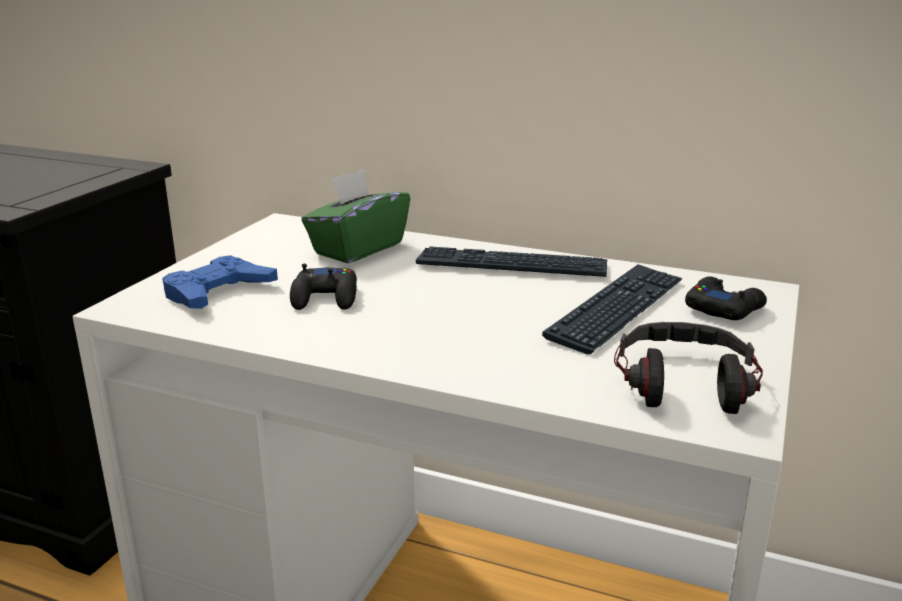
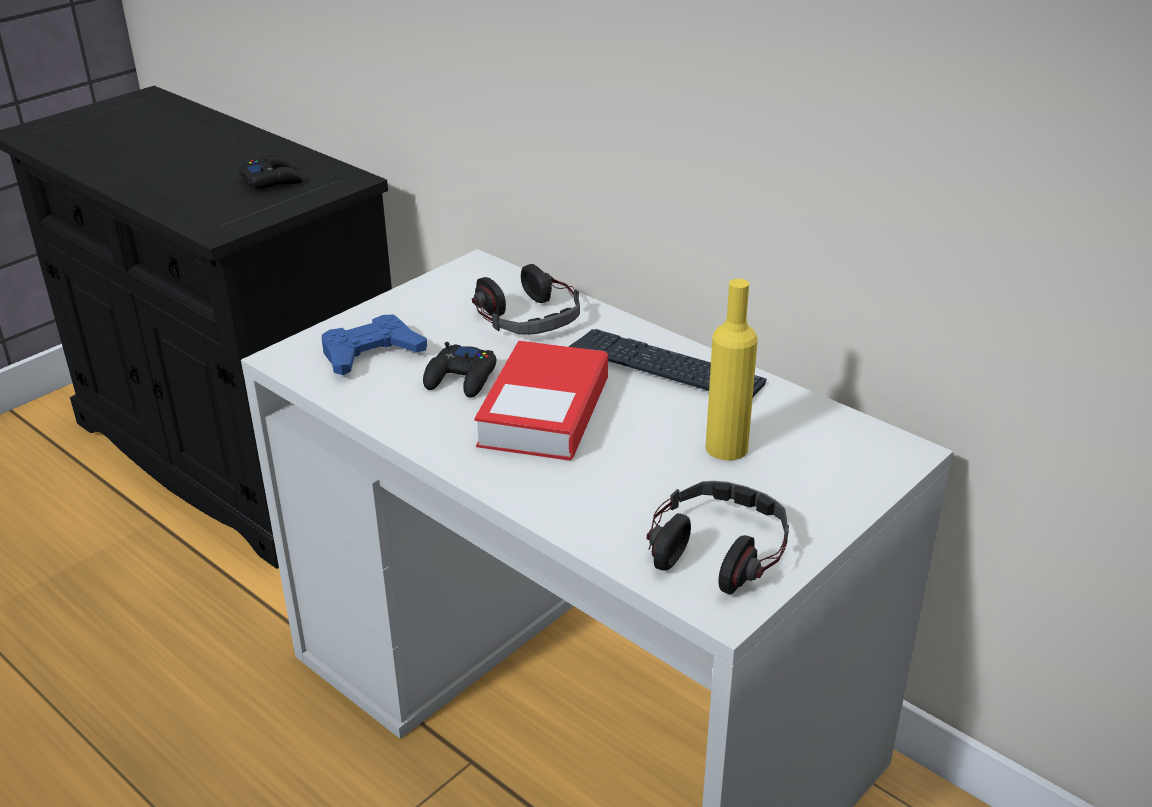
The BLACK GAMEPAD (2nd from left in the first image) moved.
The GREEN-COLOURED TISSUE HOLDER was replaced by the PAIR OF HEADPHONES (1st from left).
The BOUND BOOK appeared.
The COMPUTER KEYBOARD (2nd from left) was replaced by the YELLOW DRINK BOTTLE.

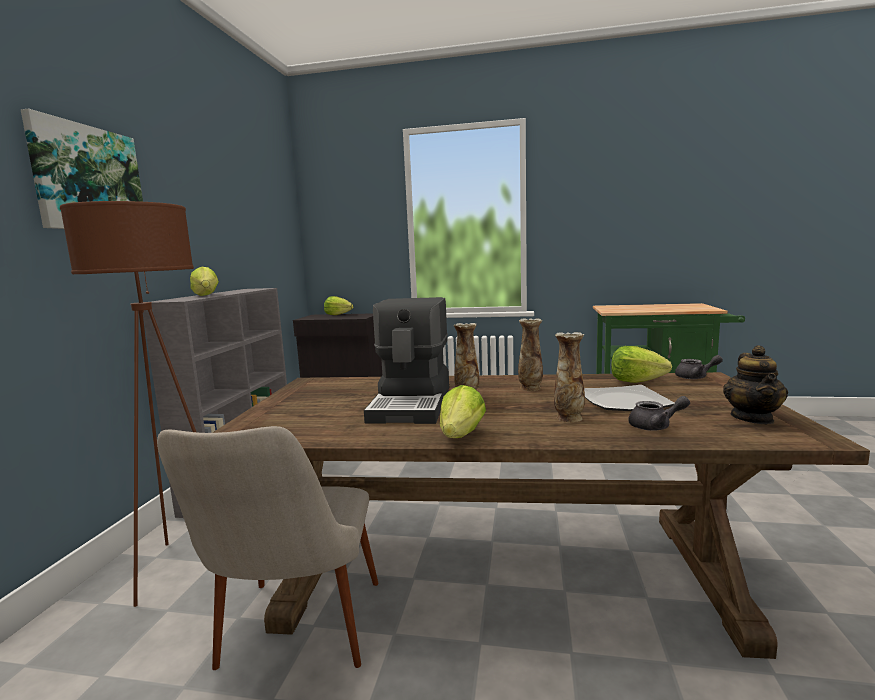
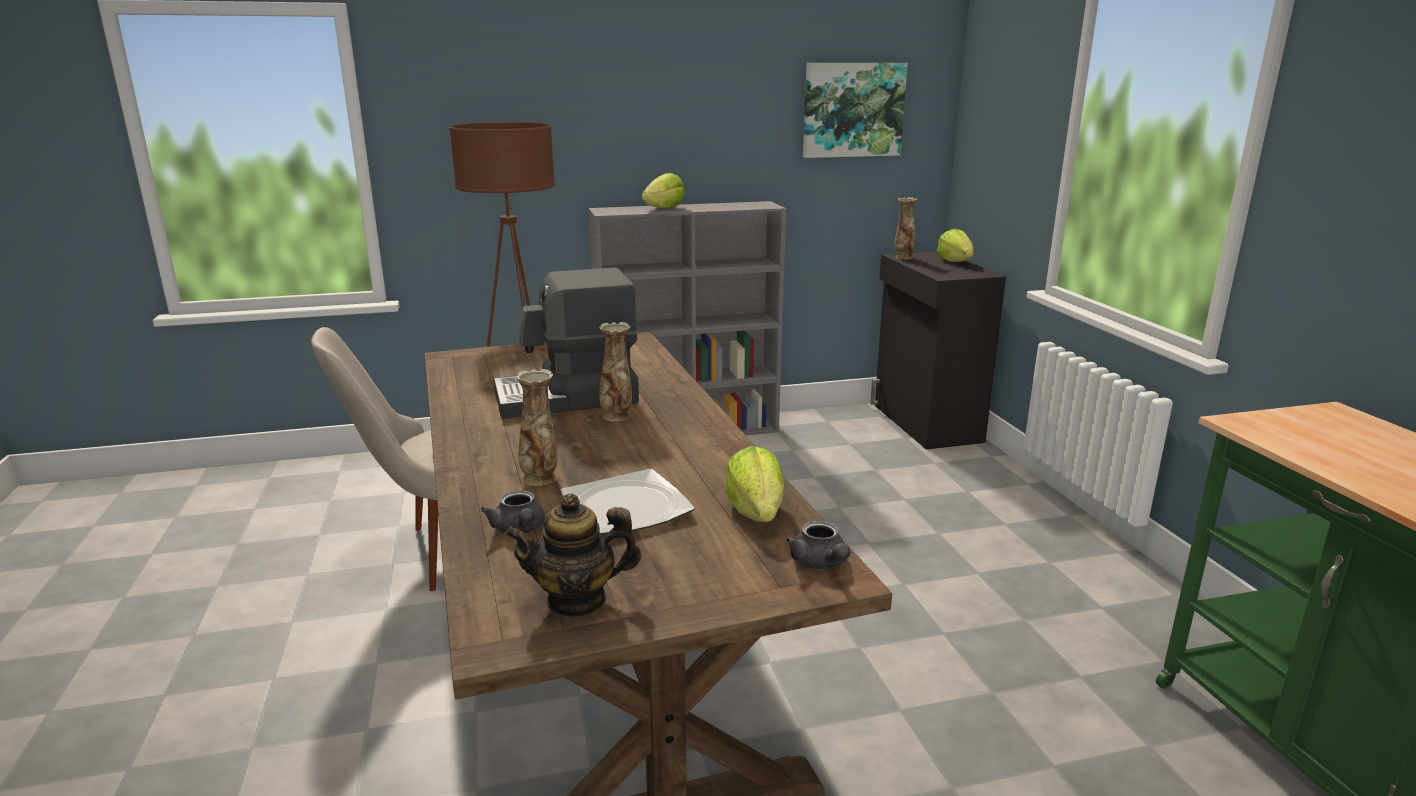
The PICTURE moved.
The FLOWER VASE (2nd from left in the first image) moved.
The LETTUCE HEAD (3rd from left) disappeared.

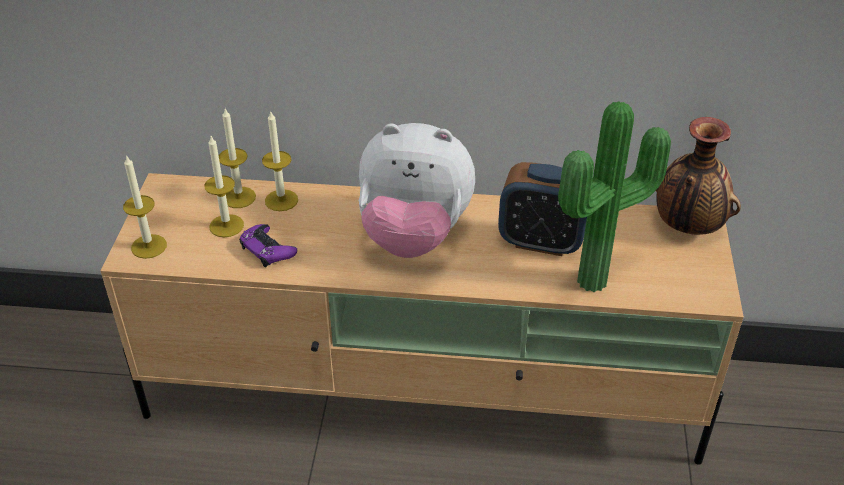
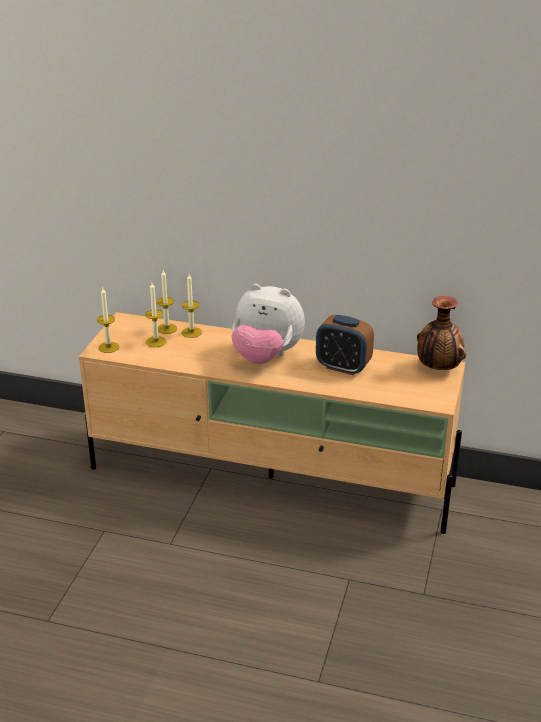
The PURPLE-COLOURED GAMEPAD disappeared.
The PLANT IN A POT disappeared.

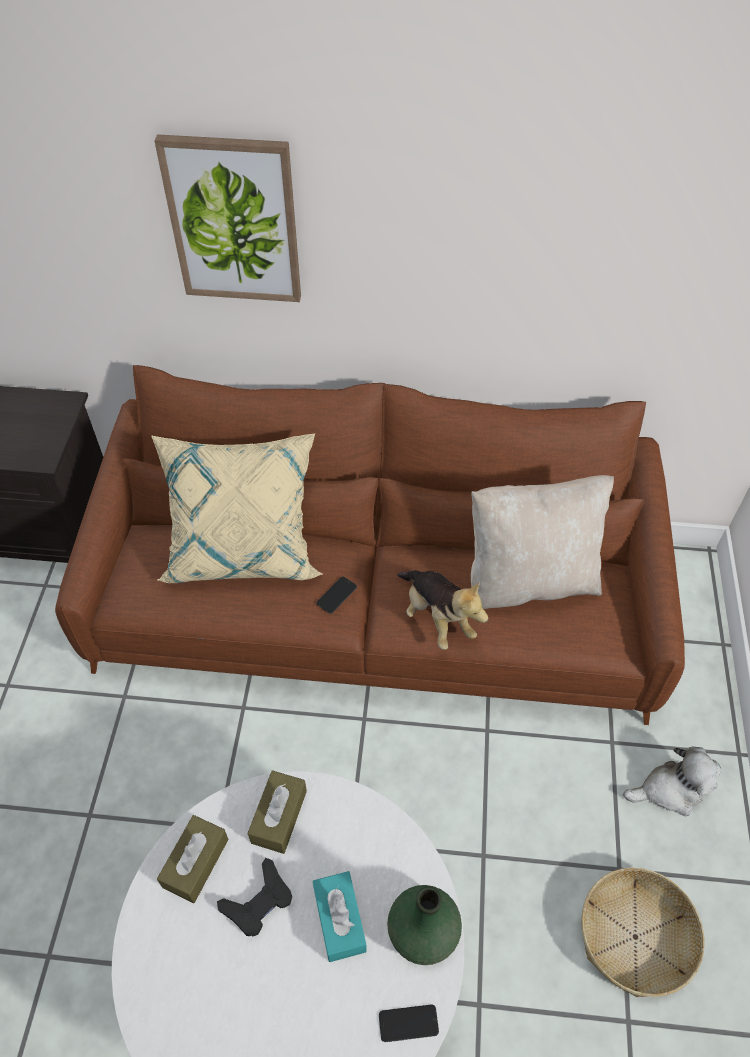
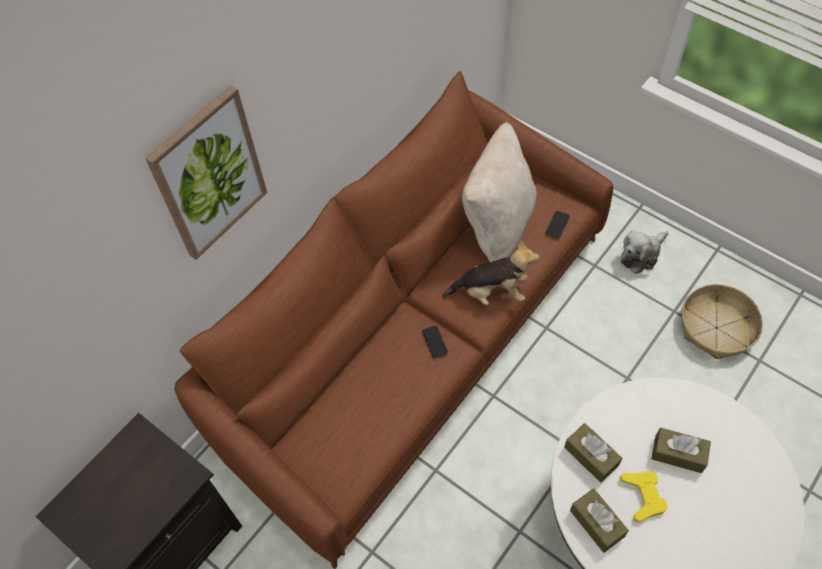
The PHONE (2nd from left) moved.
The BLACK GAMEPAD became the YELLOW GAMEPAD.
The PLUSH TOY (2nd from left) turned 150 degrees counterclockwise.
The TURQUOISE-COLOURED TISSUE HOLDER became the BROWN-COLOURED TISSUE HOLDER (3rd from left).
The BEIGE-COLOURED PILLOW (1st from left) disappeared.
The GREEN-COLOURED FLOWER VASE disappeared.

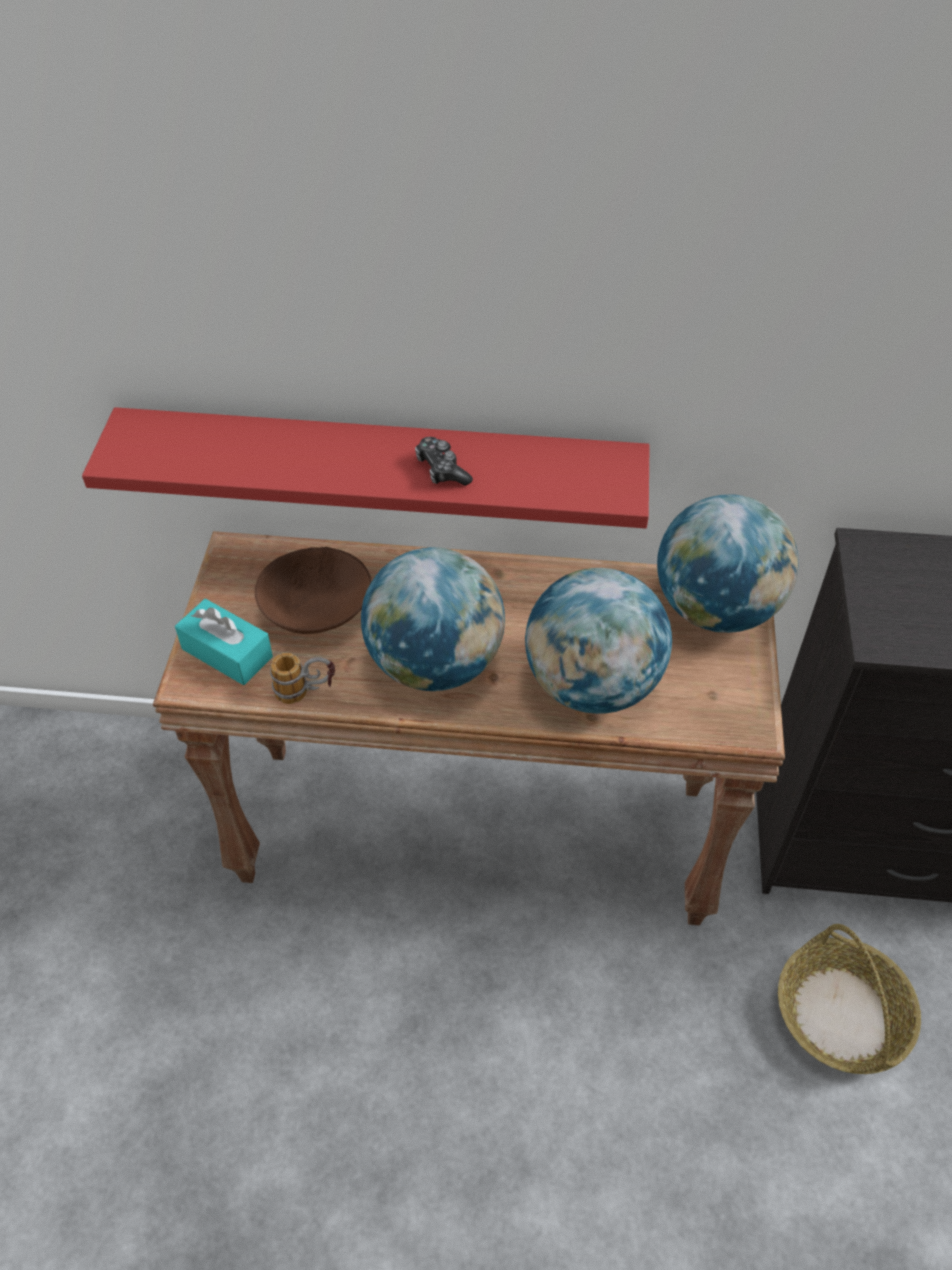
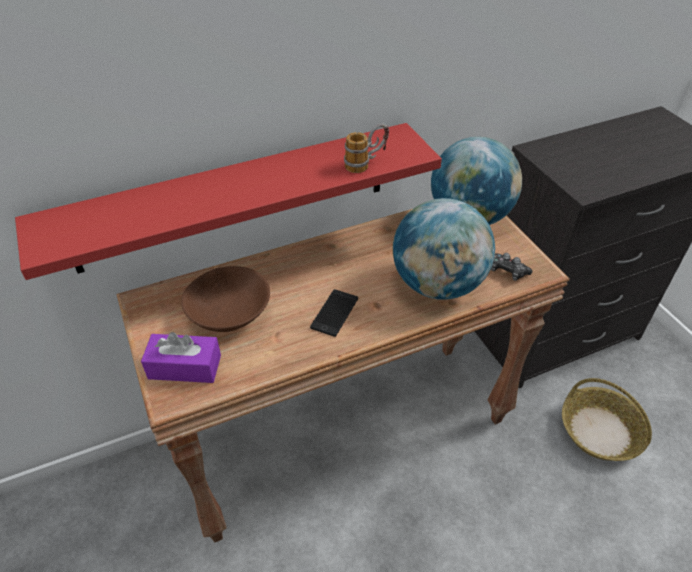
The TURQUOISE-COLOURED TISSUE HOLDER became the PURPLE-COLOURED TISSUE HOLDER.
The GLOBE (1st from left) was replaced by the PHONE.
The COFFEE MUG moved.
The GAMEPAD moved.

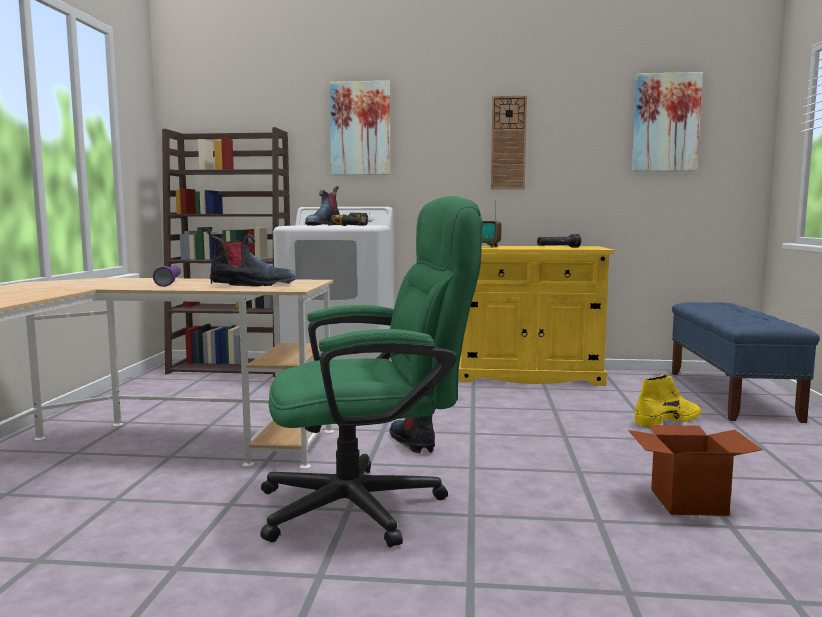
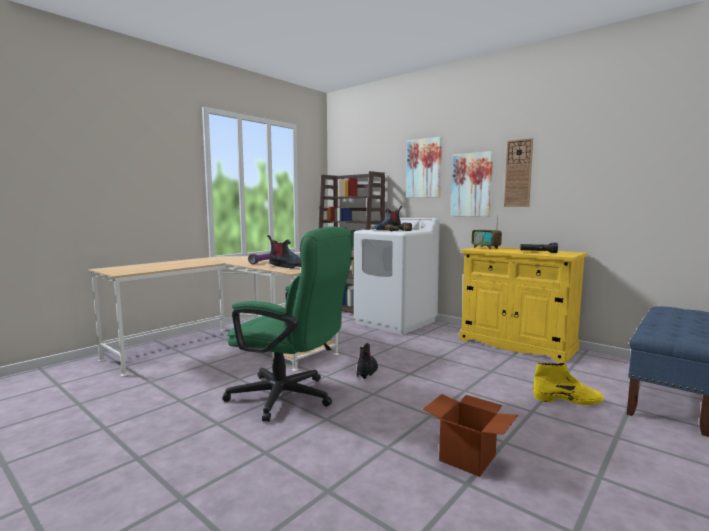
The PICTURE (2nd from left) moved.

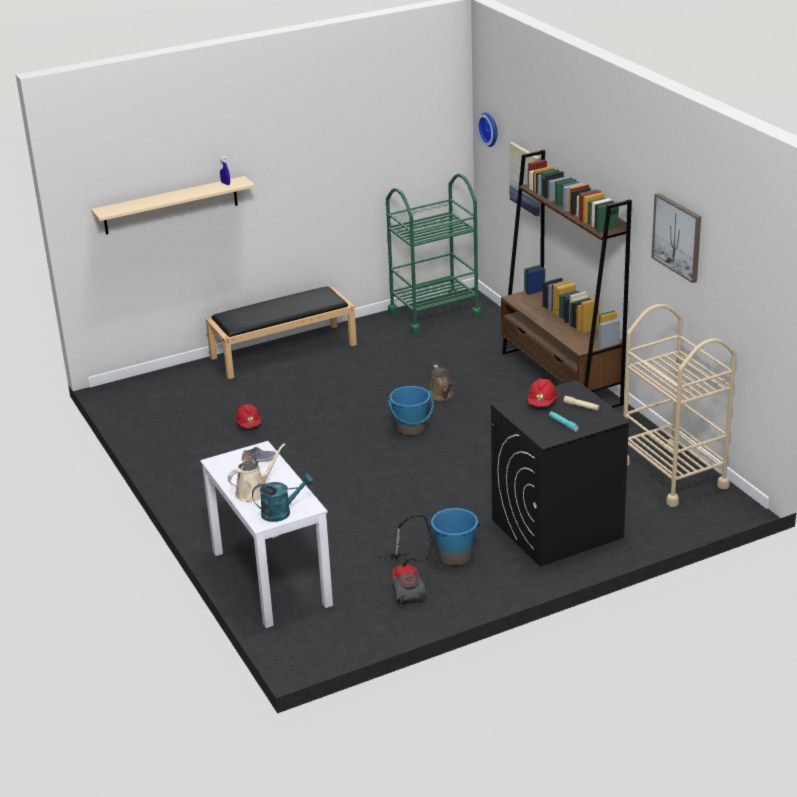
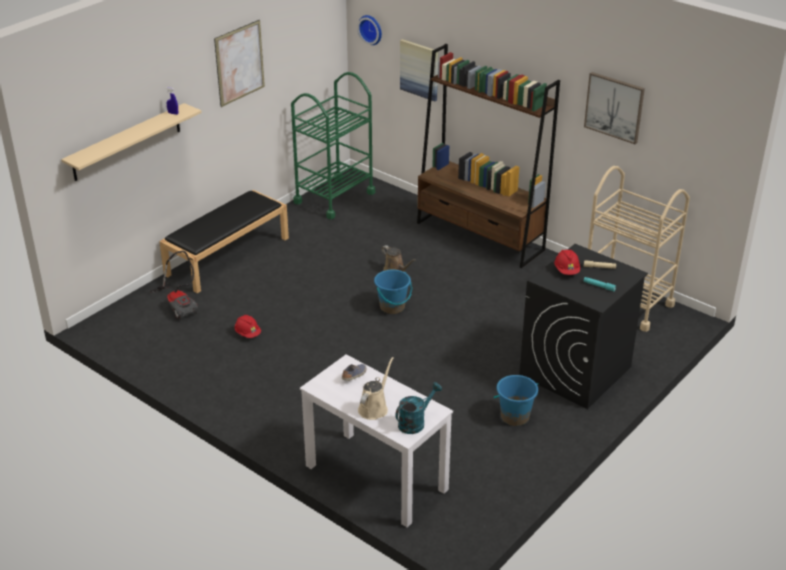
The HOOVER moved.
The PICTURE (1st from left) appeared.

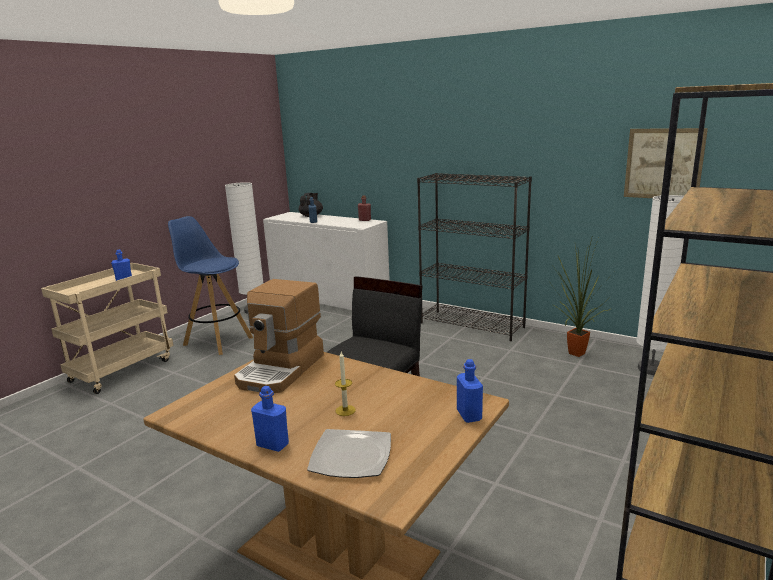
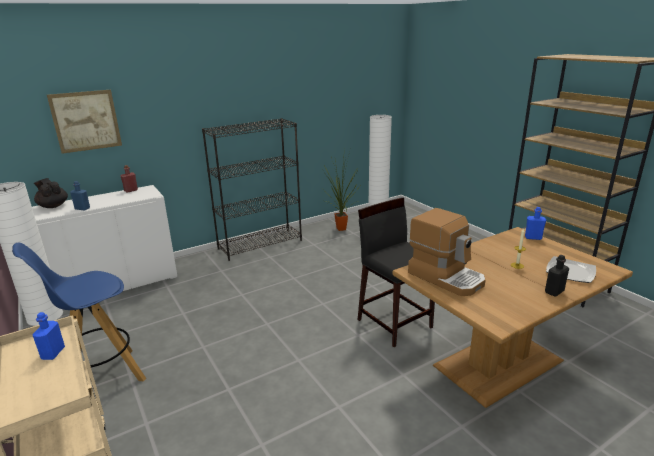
The PICTURE moved.
The BLUE-COLOURED DRINK BOTTLE (2nd from left) became the BLACK DRINK BOTTLE.

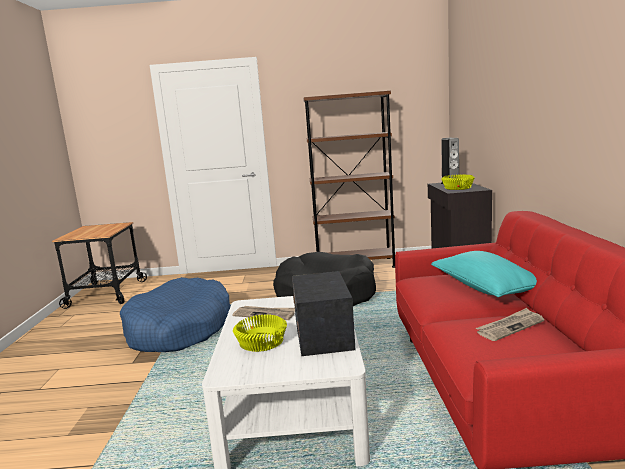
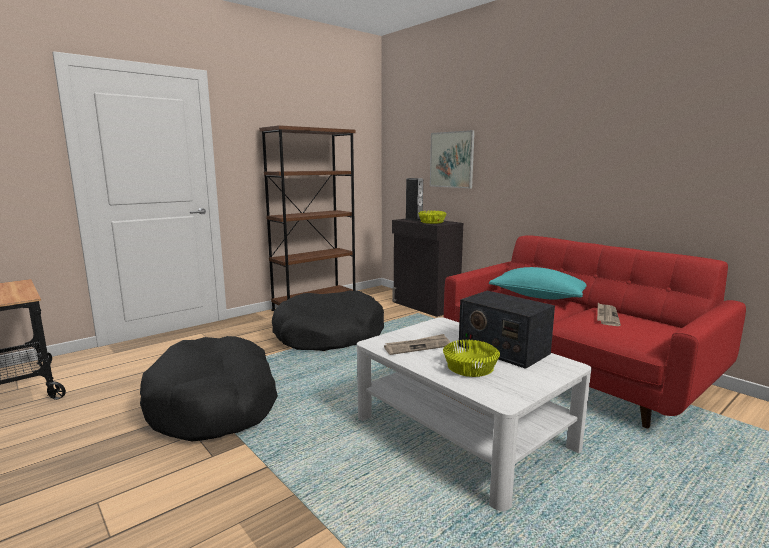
The BLUE-COLOURED PET BED became the BLACK PET BED (1st from left).
The PICTURE appeared.

